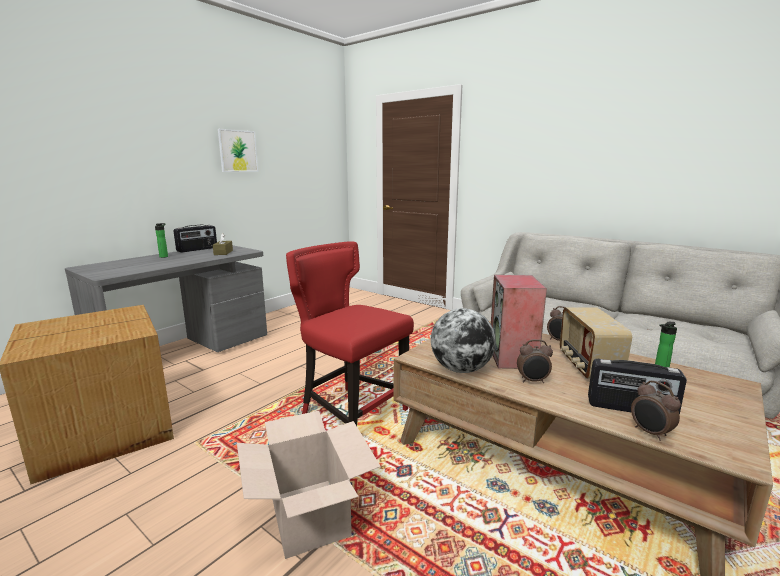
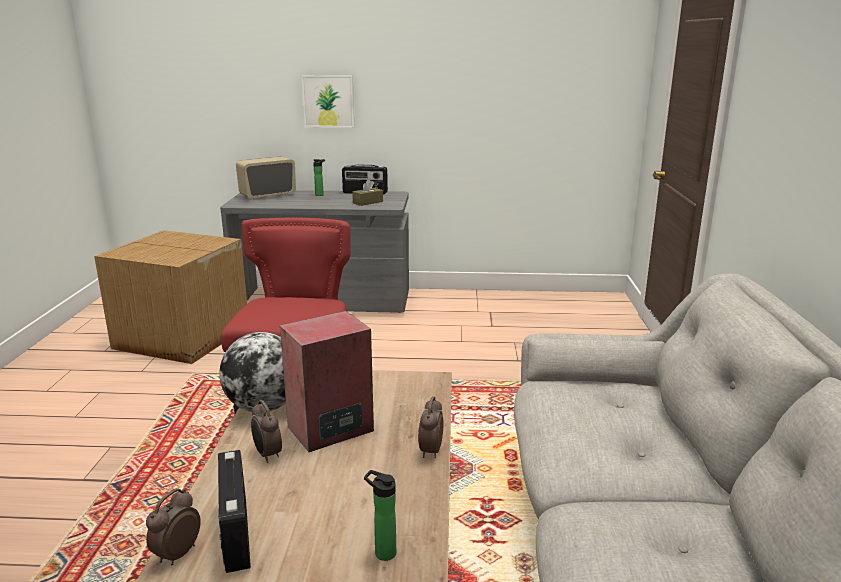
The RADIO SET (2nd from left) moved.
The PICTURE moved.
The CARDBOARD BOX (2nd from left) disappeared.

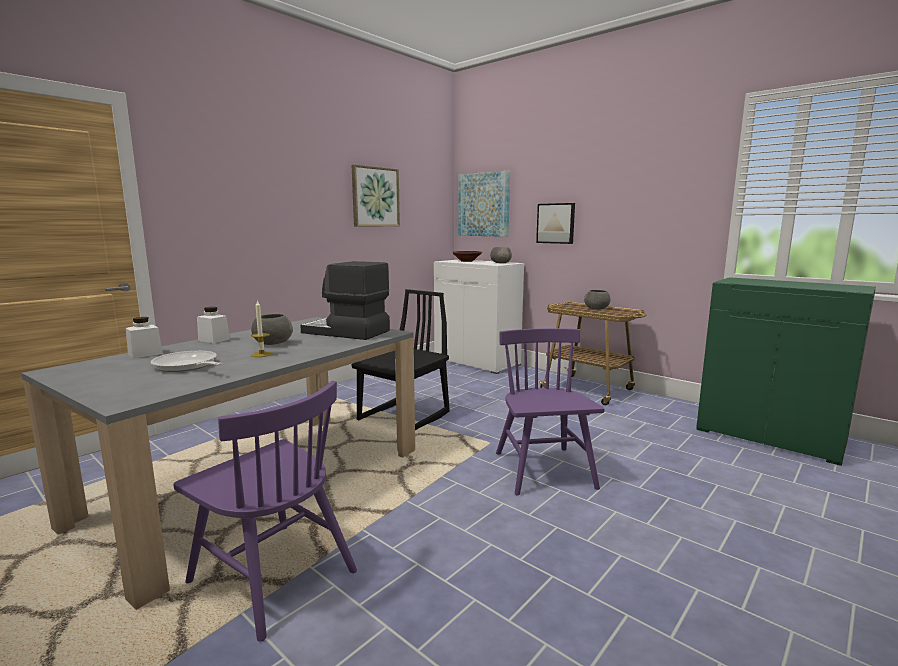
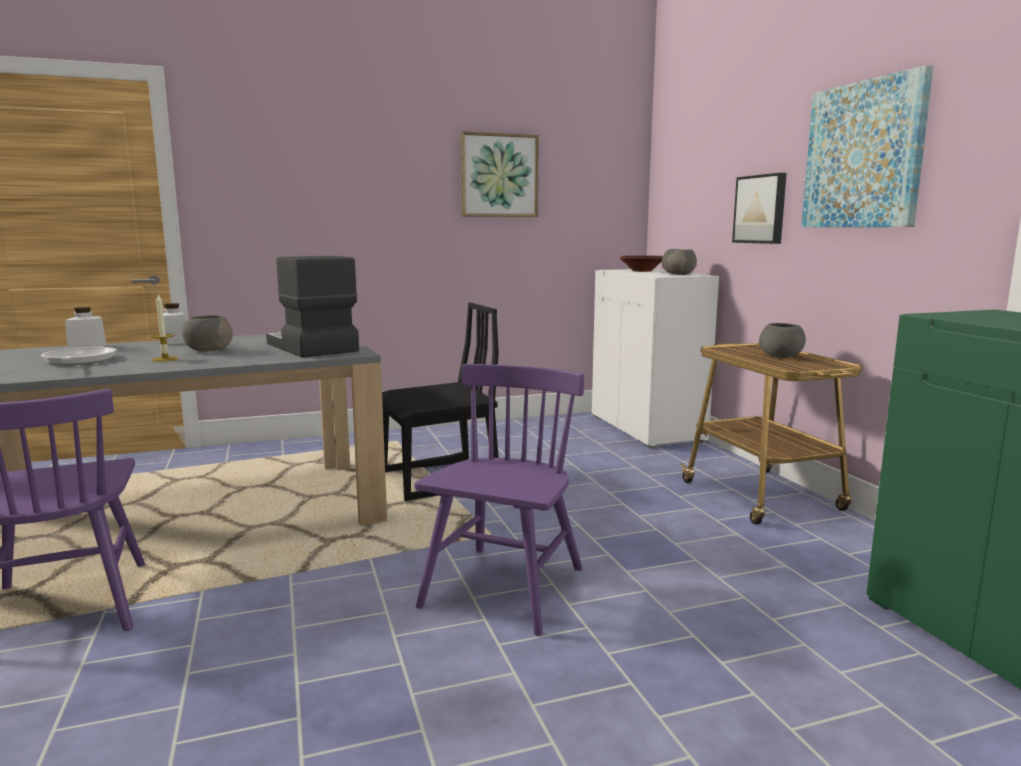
The PICTURE (2nd from left in the first image) moved.

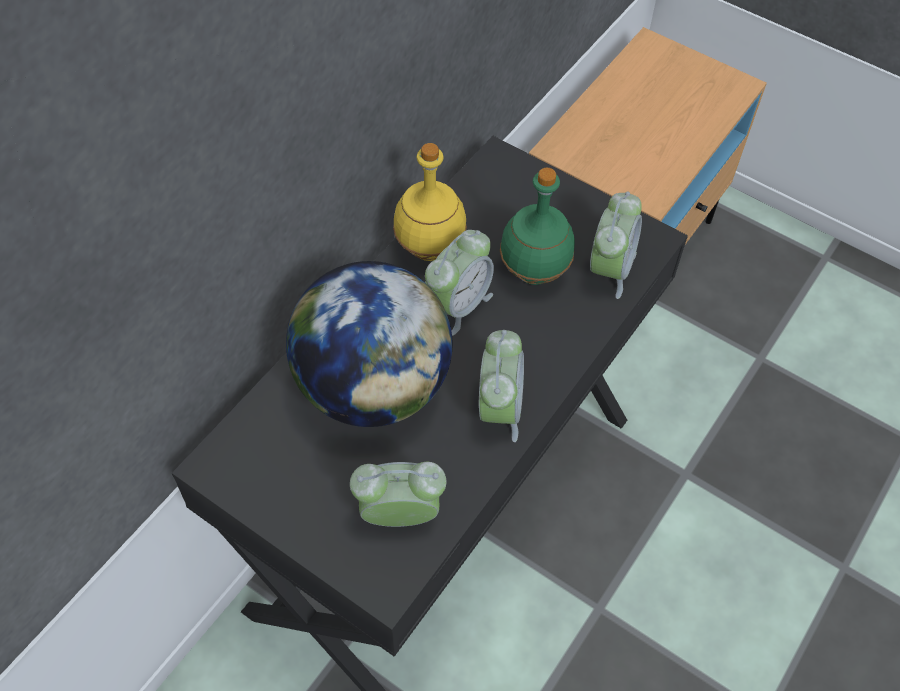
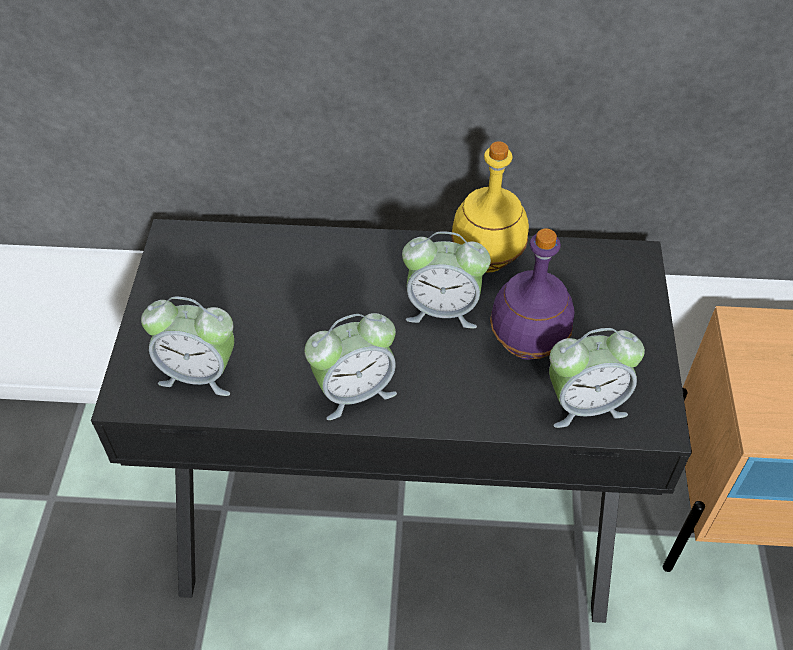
The ALARM CLOCK (1st from left) turned 135 degrees clockwise.
The GREEN-COLOURED DRINK BOTTLE became the PURPLE-COLOURED DRINK BOTTLE.
The GLOBE disappeared.

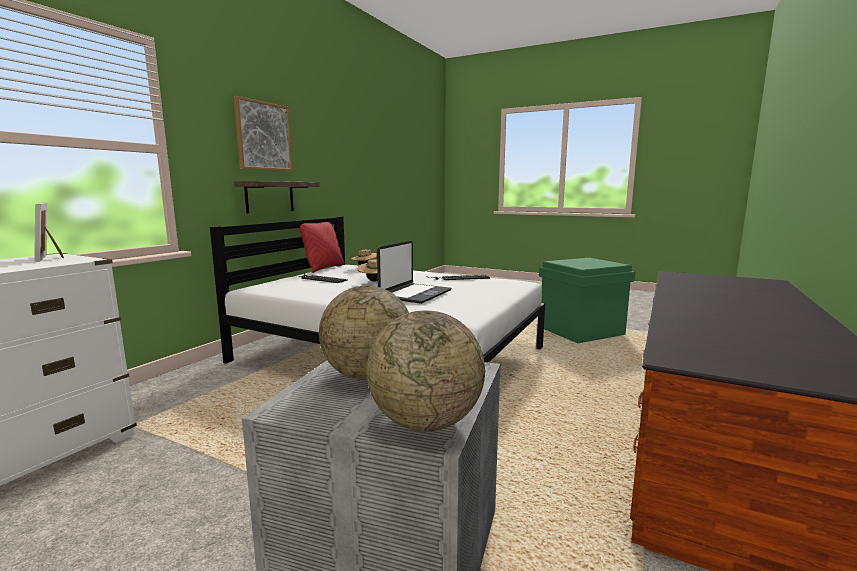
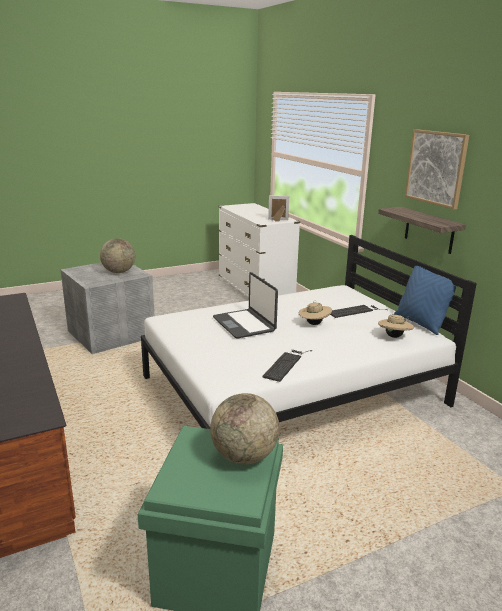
The GLOBE (2nd from left) moved.
The RED PILLOW became the BLUE-COLOURED PILLOW.

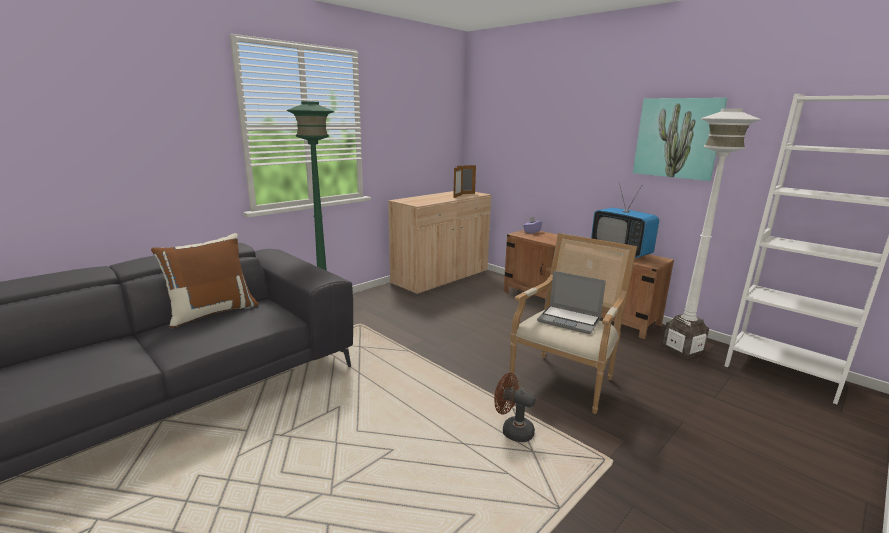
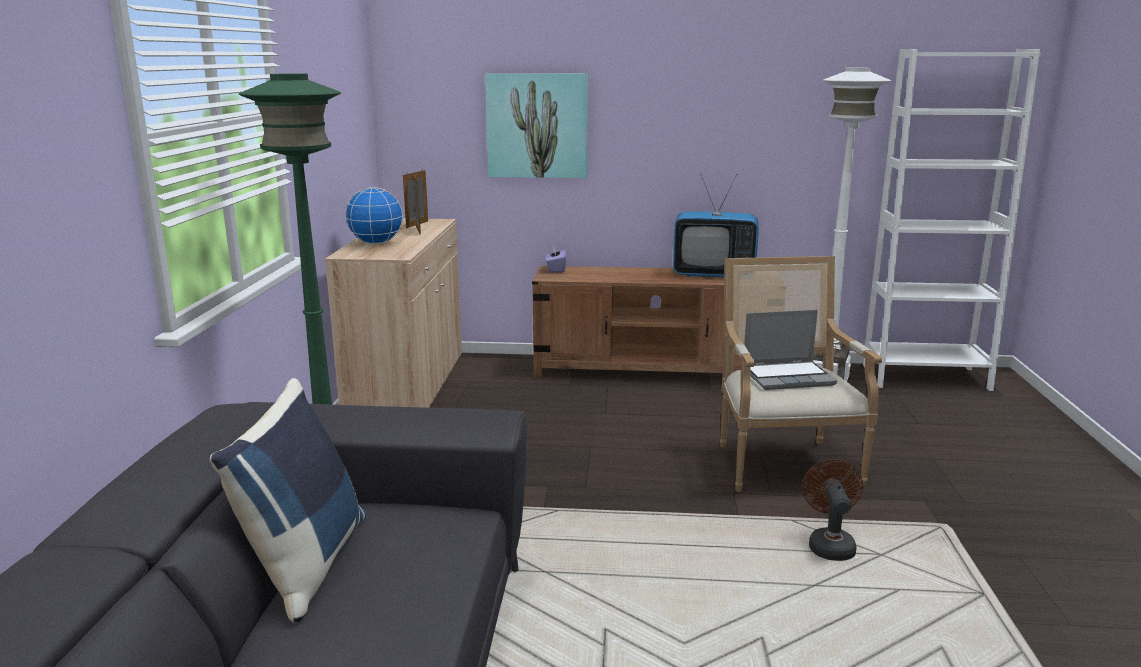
The BROWN-COLOURED PILLOW became the BLUE-COLOURED PILLOW.
The GLOBE appeared.
The PICTURE moved.
The BROWN-COLOURED COOLING FAN turned 105 degrees clockwise.

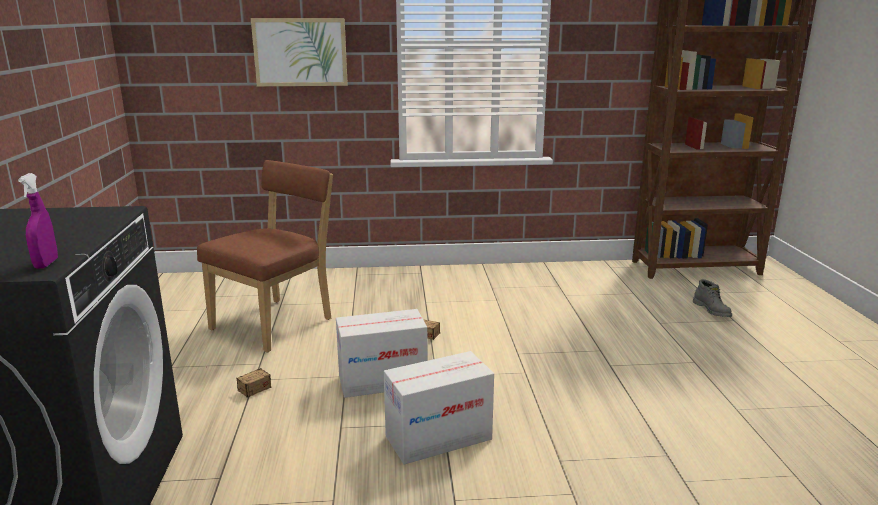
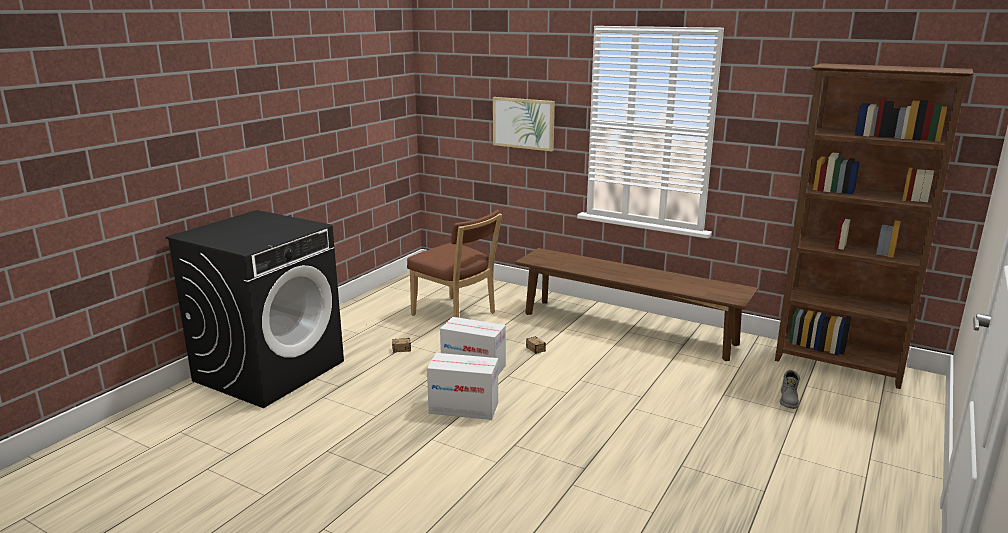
The BROWN-COLOURED CHAIR turned 60 degrees clockwise.
The BROWN-COLOURED LONG SEAT appeared.
The PURPLE-COLOURED HAND SPRAYER disappeared.

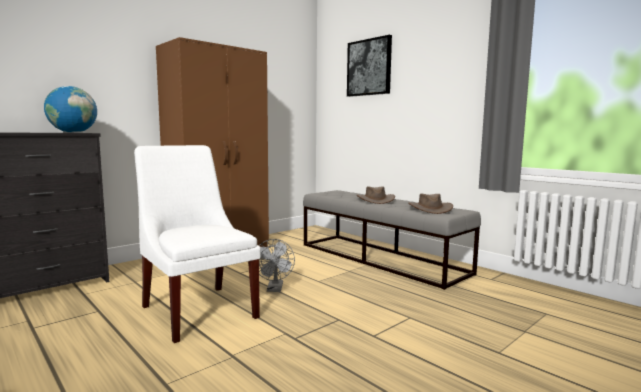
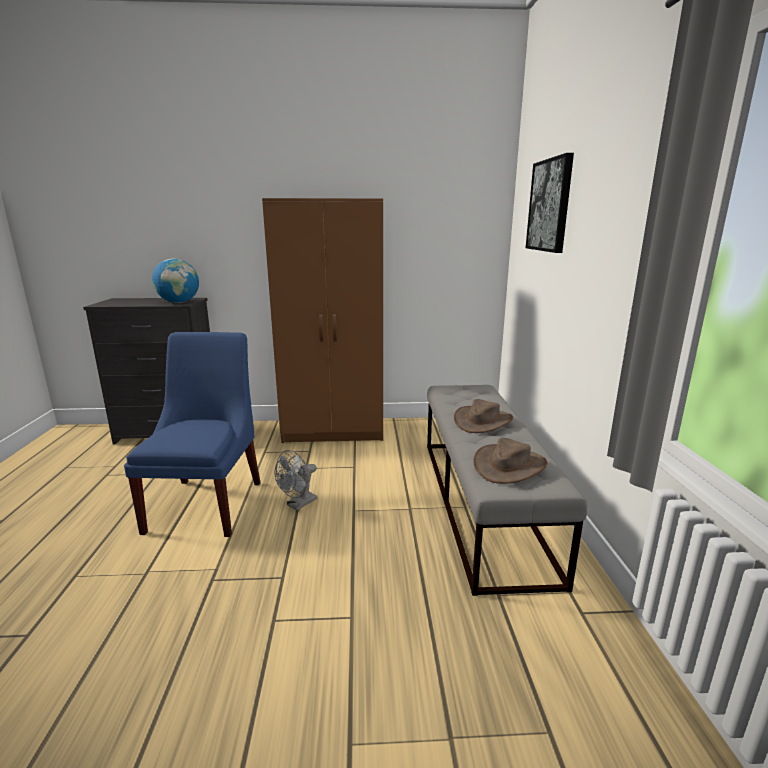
The WHITE-COLOURED CHAIR became the BLUE-COLOURED CHAIR.

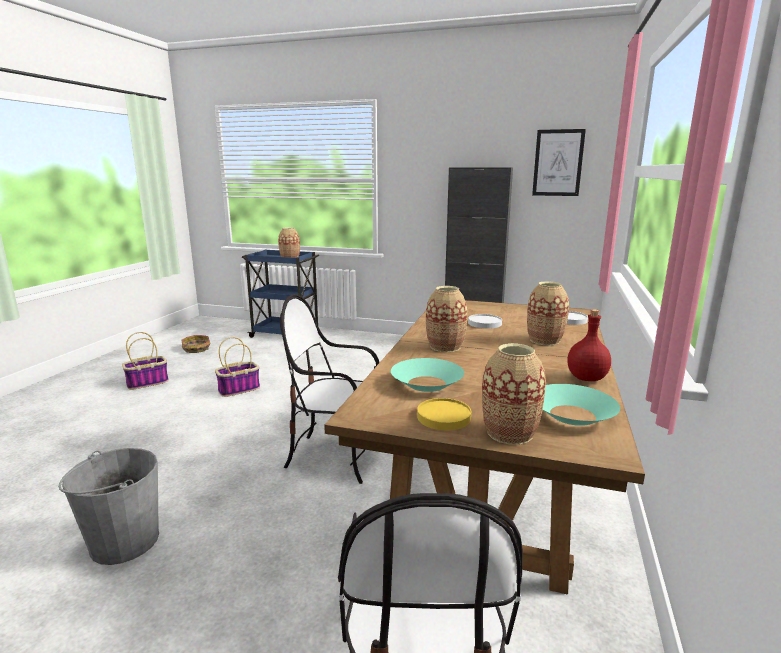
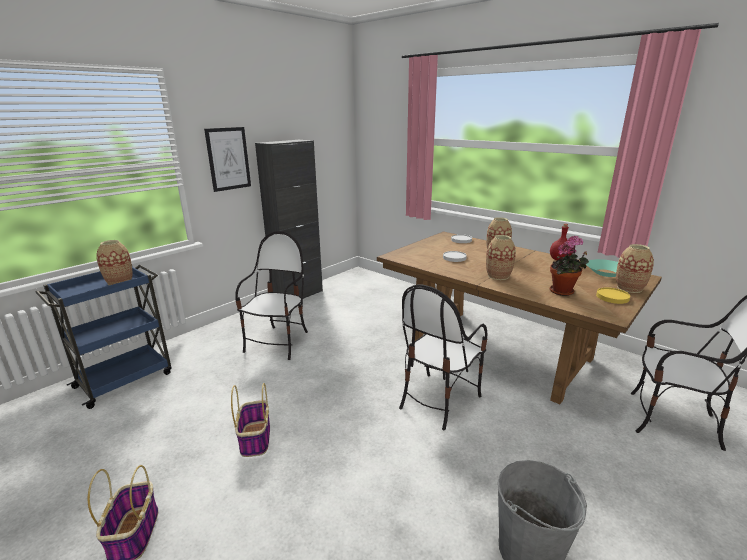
The PICTURE moved.
The CHAIR (1st from left) appeared.
The TURQUOISE-COLOURED DEEP DISH (1st from left) was replaced by the PLANT IN A POT.
The HOUSEHOLD BASKET (2nd from left) disappeared.

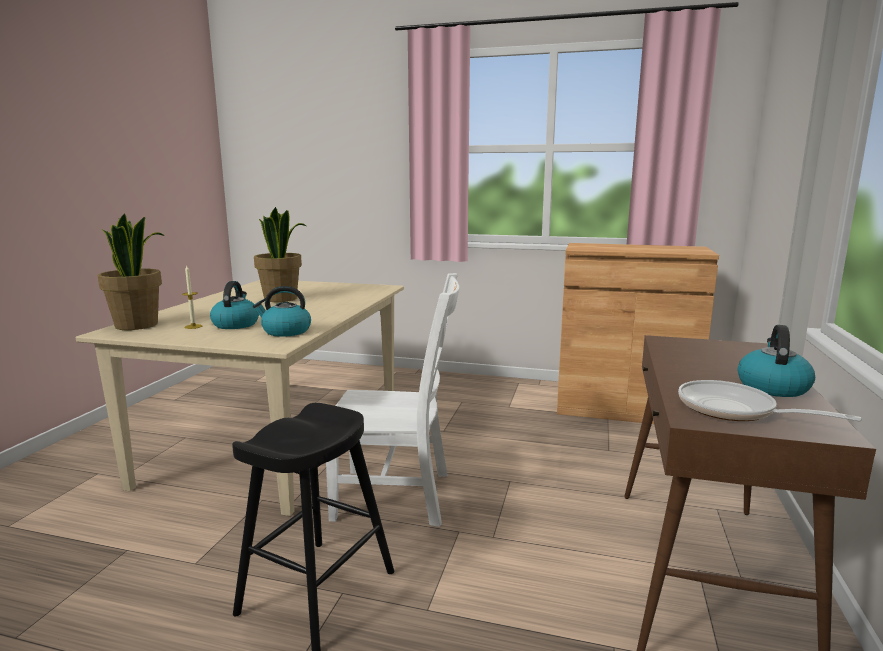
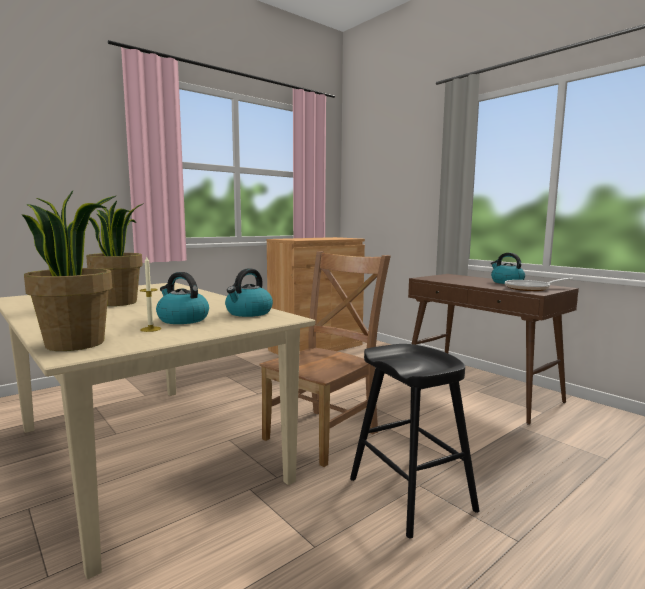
The WHITE-COLOURED CHAIR became the BROWN-COLOURED CHAIR.

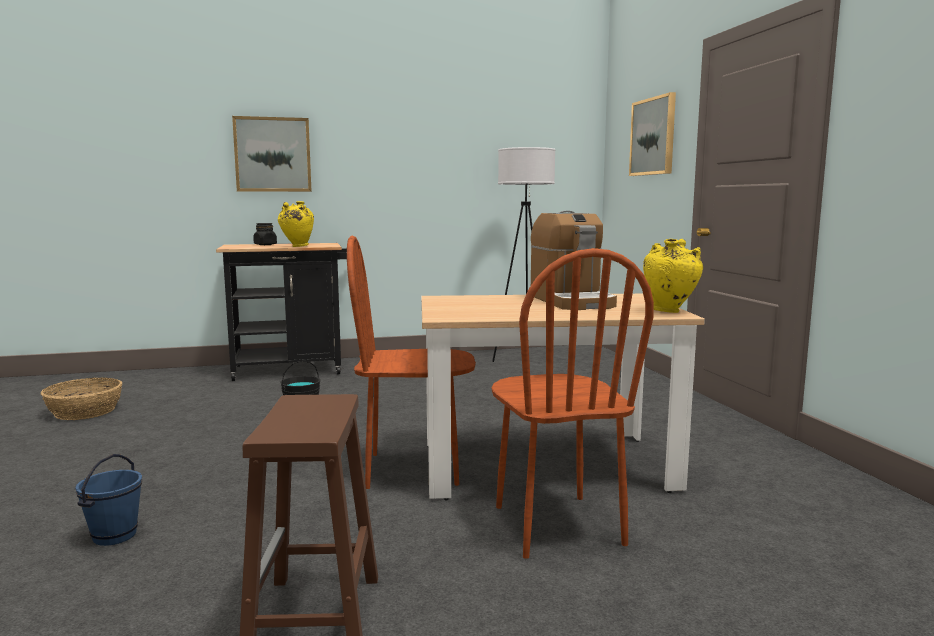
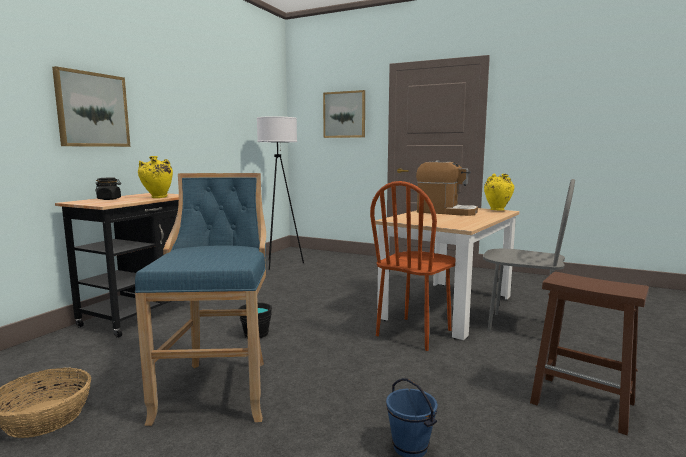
The BLUE-COLOURED SITTING STOOL appeared.
The BROWN-COLOURED CHAIR (2nd from left) became the GRAY CHAIR.

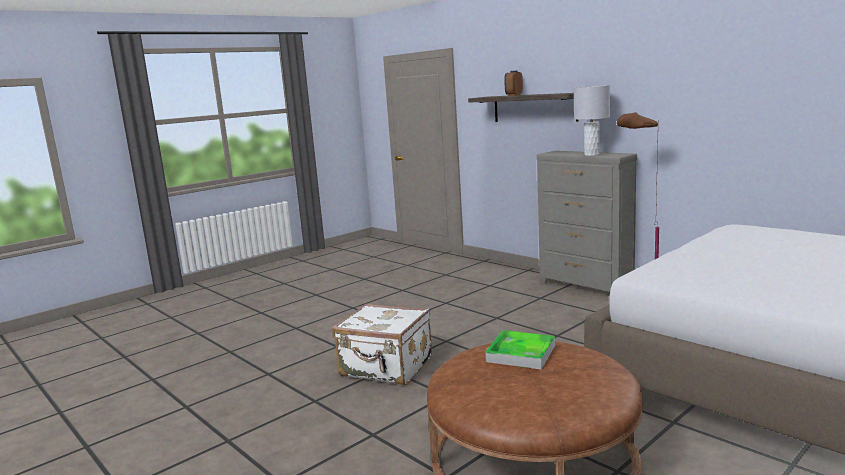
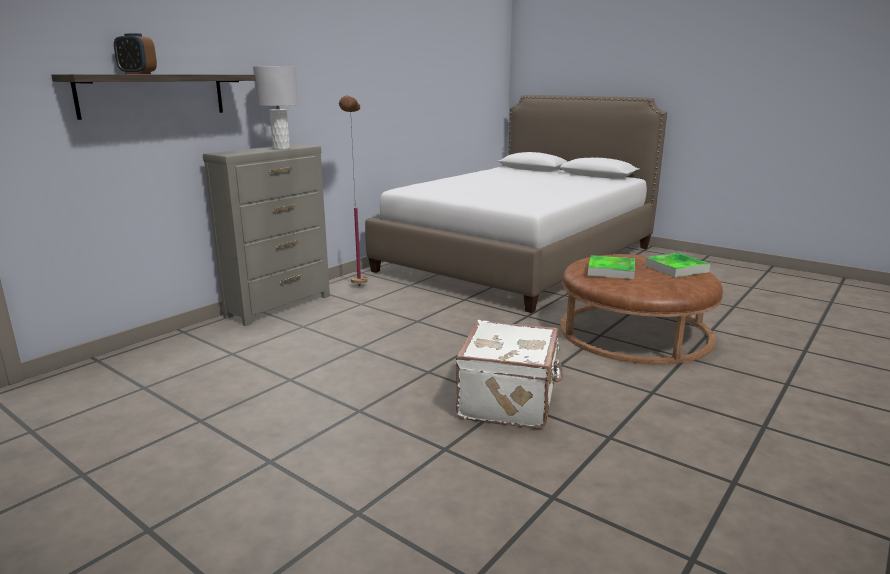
The CARRYING TRAY (2nd from left) appeared.

